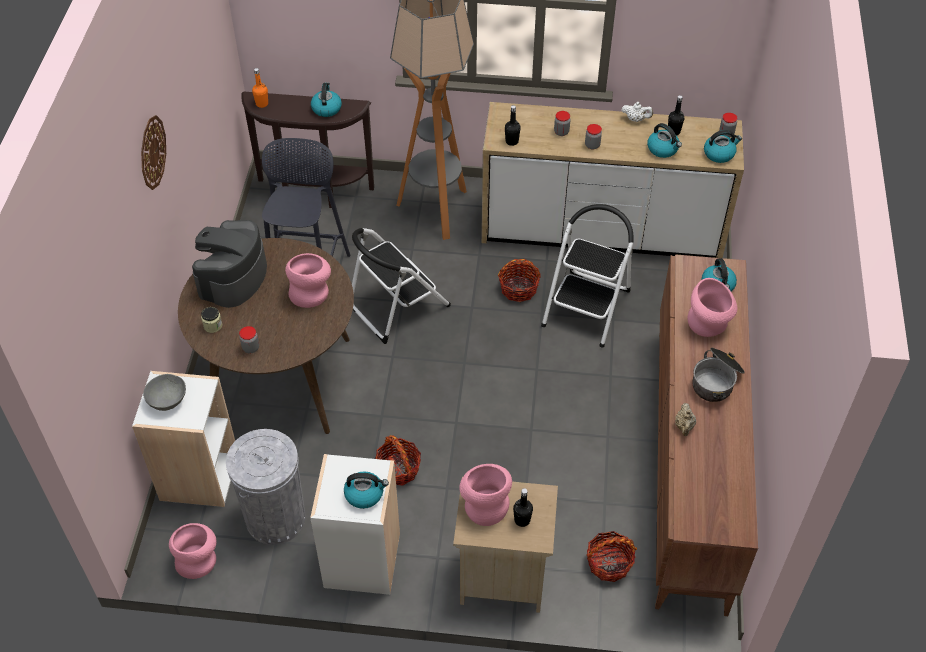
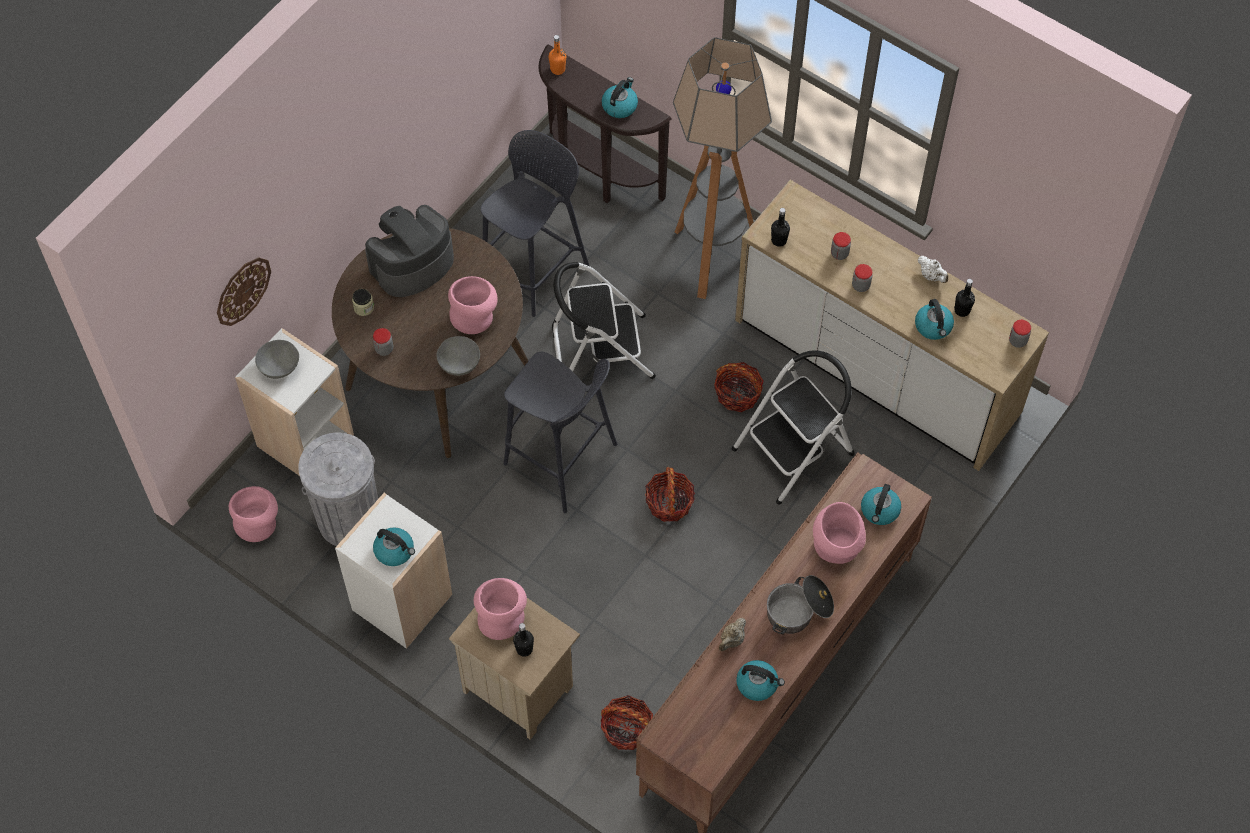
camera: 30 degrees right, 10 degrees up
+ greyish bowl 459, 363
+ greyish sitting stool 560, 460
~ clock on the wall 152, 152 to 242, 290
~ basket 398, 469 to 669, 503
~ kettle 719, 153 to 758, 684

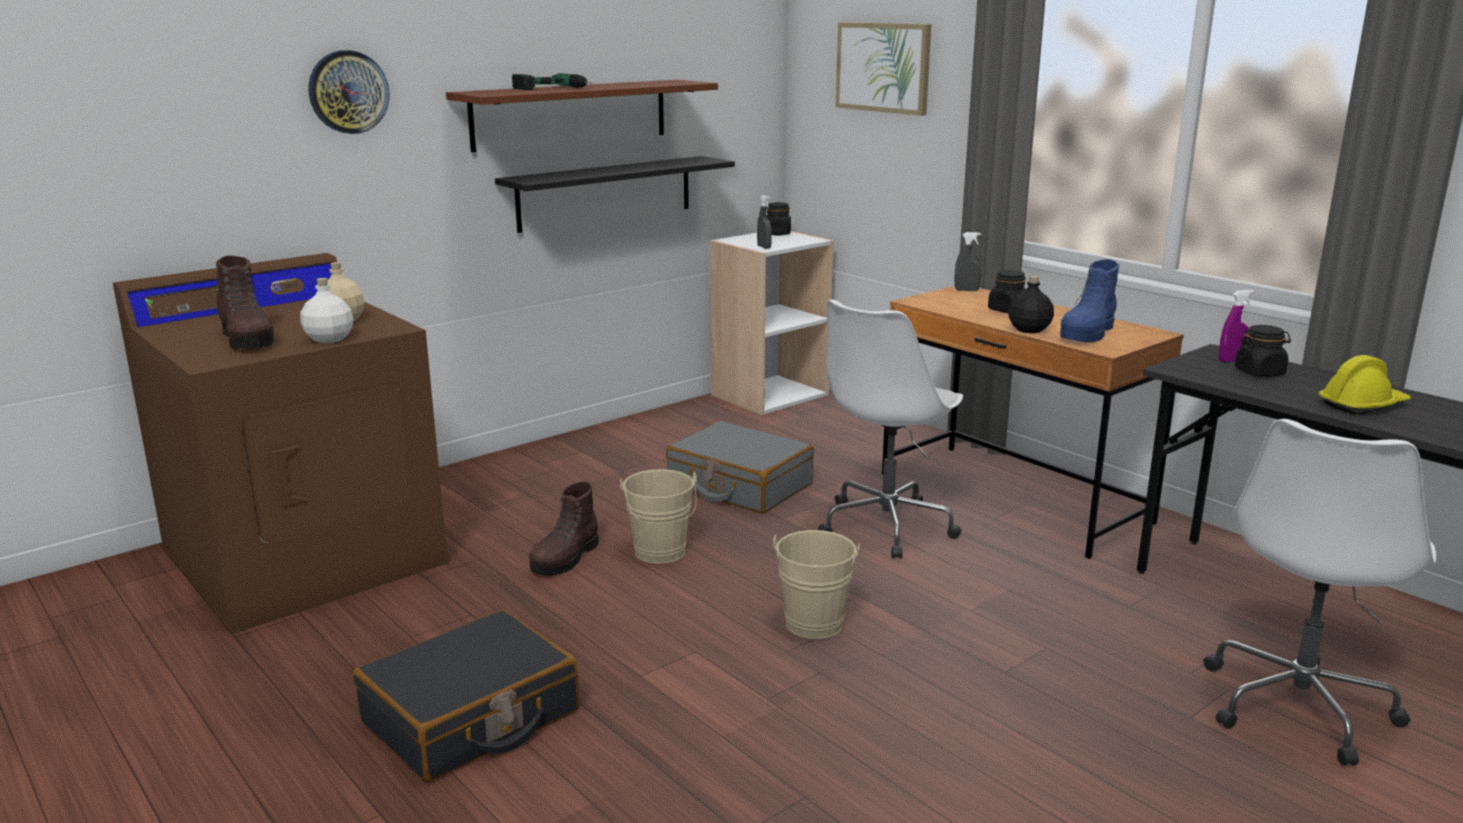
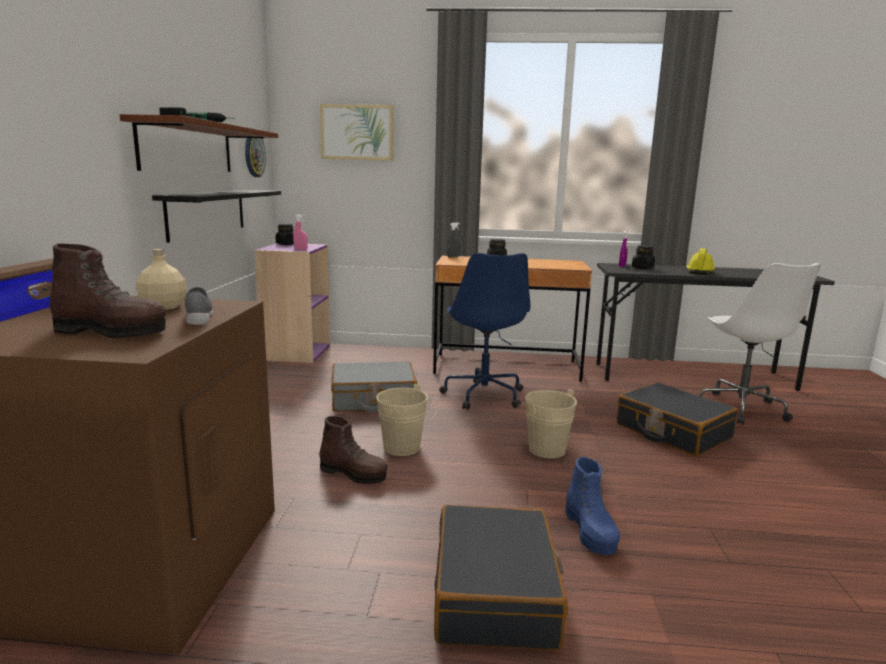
camera: 45 degrees left, 5 degrees down
- black-coloured drink bottle 1028, 329
+ black-coloured suitcase 672, 432
~ clock on the wall 348, 92 to 254, 154
~ blue high-top boot 1087, 334 to 590, 532
~ whitish drink bottle 328, 339 to greyish low shoe 199, 318
~ whitish bookshelf 770, 394 to purple bookshelf 296, 352
~ greyish hand sprayer 764, 247 to pink-coloured hand sprayer 300, 249
~ whitish desk chair 884, 528 to blue desk chair 484, 396
~ brownish high-top boot 565, 559 = 353, 473 45 degrees counterclockwise

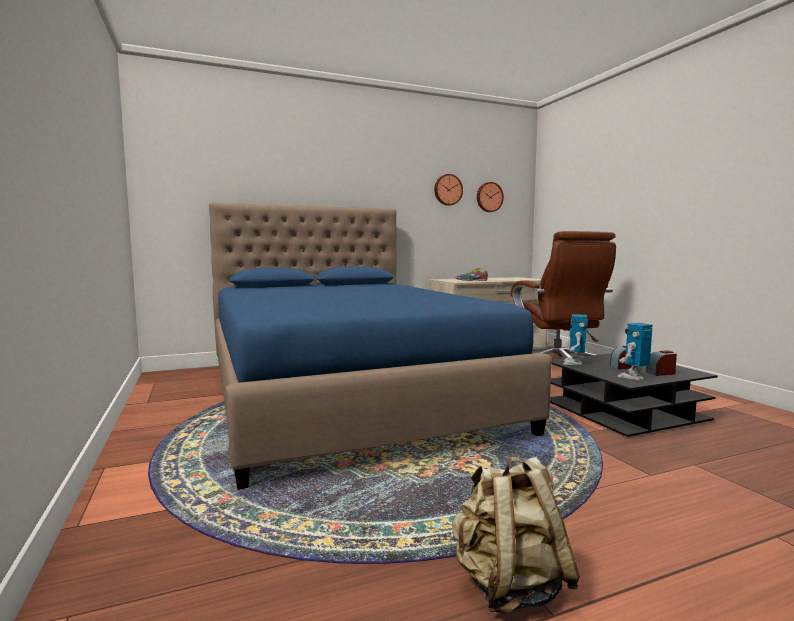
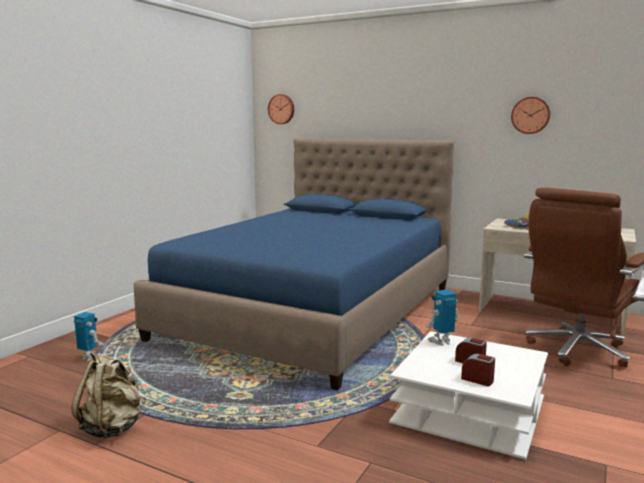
camera: 50 degrees right, 5 degrees up
~ clock on the wall 489, 197 to 281, 109
~ toy robot 633, 377 to 90, 358
~ black-coloured lounge table 623, 411 to whitish lounge table 469, 410

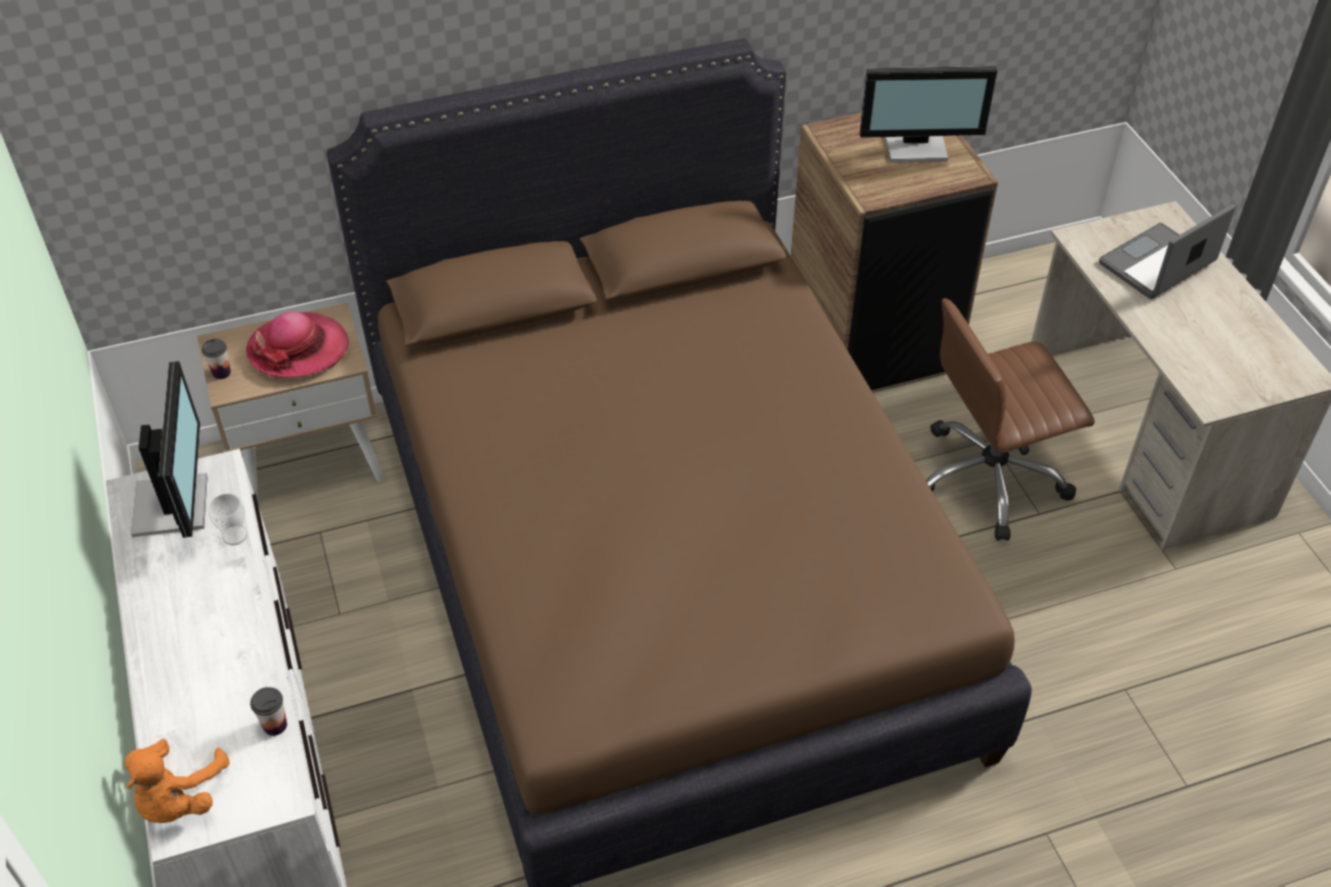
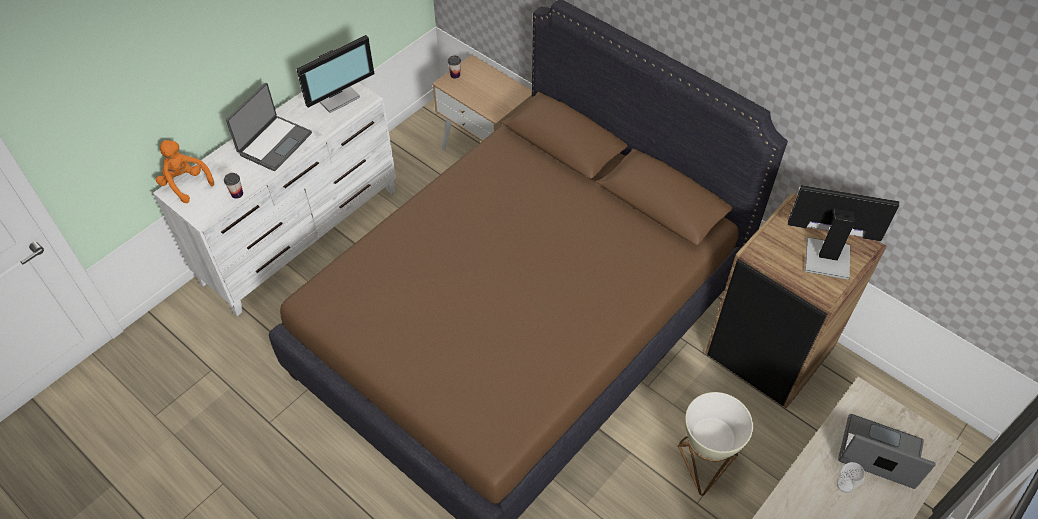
camera: 60 degrees right, 5 degrees up
- hat 298, 349
+ notebook computer 274, 143
~ drinking cup 235, 535 to 845, 485
~ brownish desk chair 989, 479 to planter 704, 462
~ orange soft toy 178, 798 = 185, 184 60 degrees clockwise
~ computer display 916, 146 = 826, 256 135 degrees clockwise

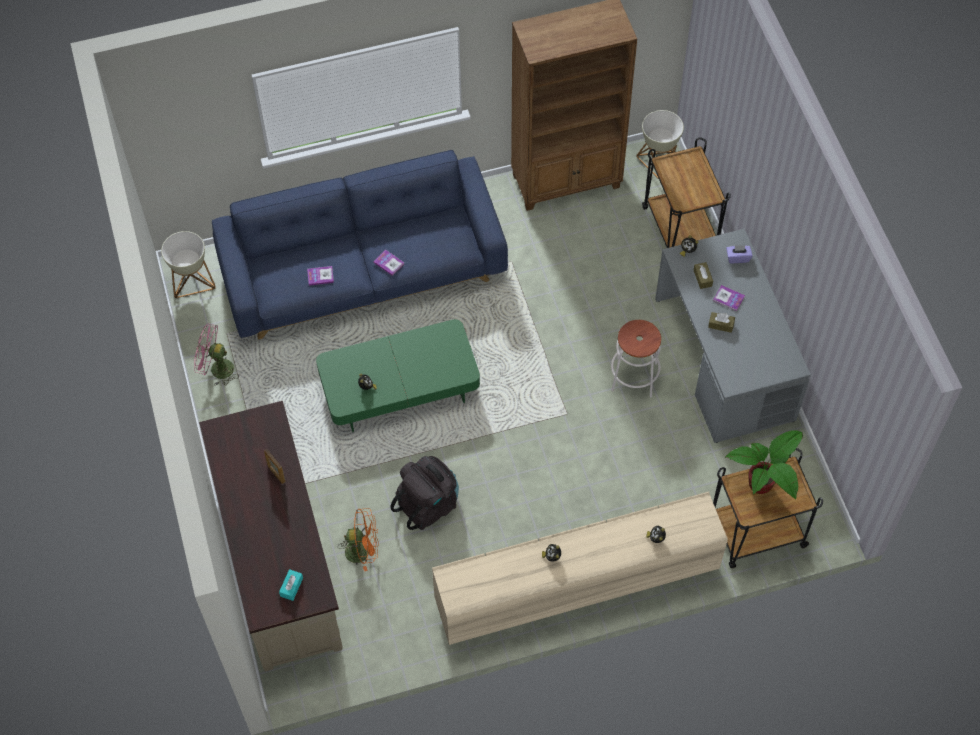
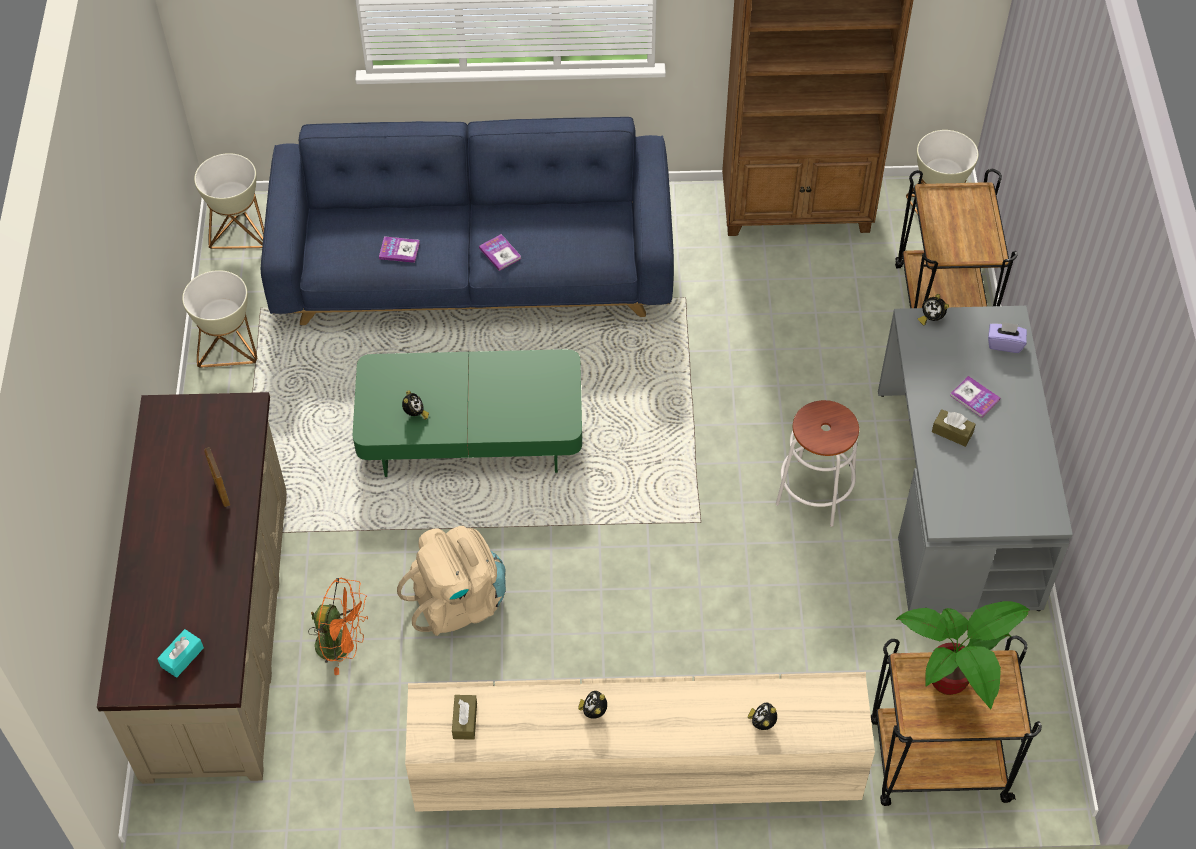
camera: 15 degrees right, 5 degrees down
~ brownish tissue holder 702, 278 to 465, 721
~ pink-coloured cooling fan 216, 369 to planter 229, 351
~ black-coloured backpack 428, 504 to sand-coloured backpack 458, 602

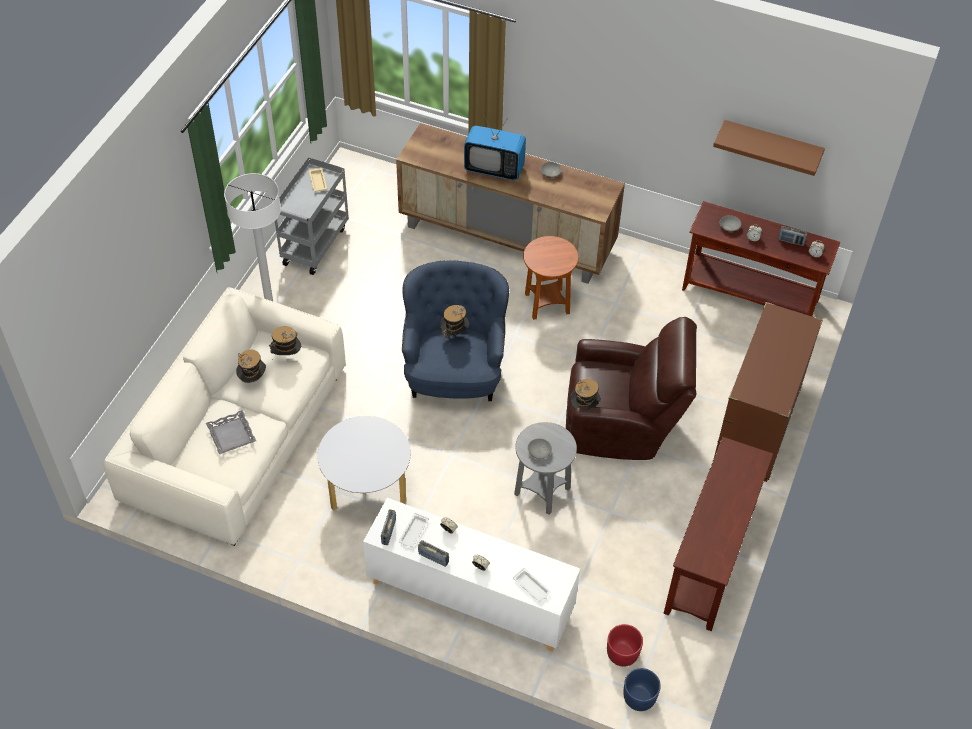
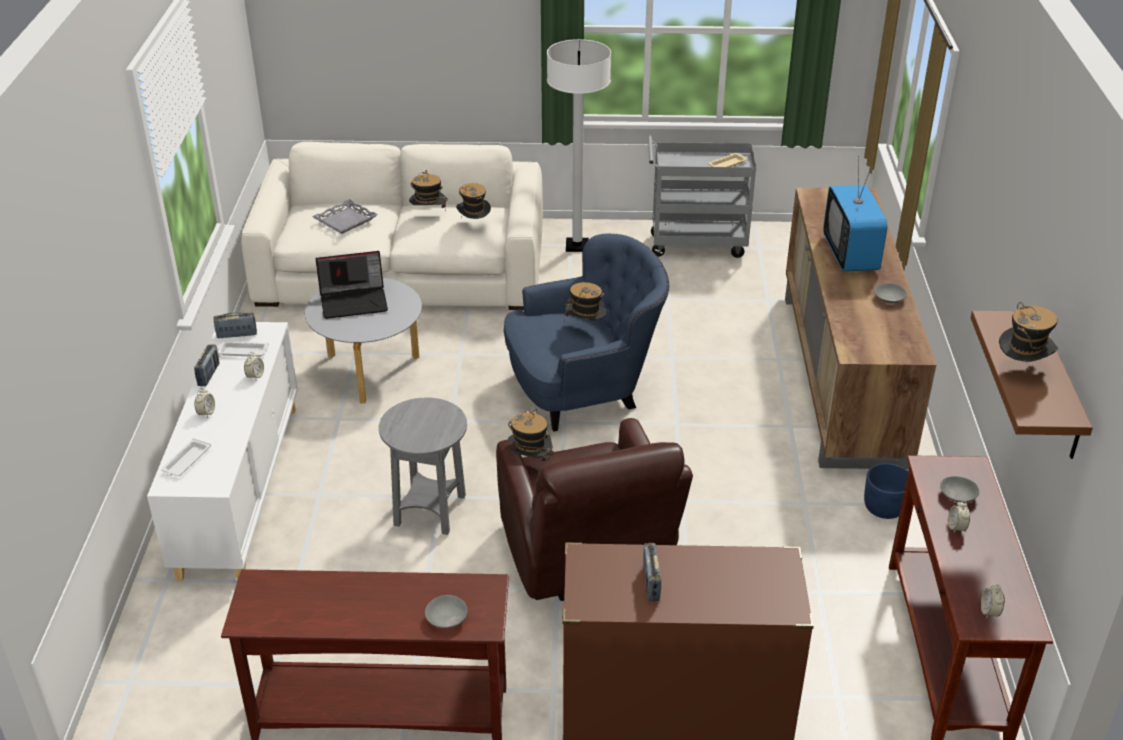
camera: 70 degrees right, 15 degrees down
- brownish accent table 547, 303
- reddish planter 622, 654
+ notebook computer 354, 301
+ hat 1021, 369
~ greyish bowl 539, 452 to 446, 619
~ blue planter 639, 698 to 884, 508
~ radio receiver 791, 241 to 651, 583

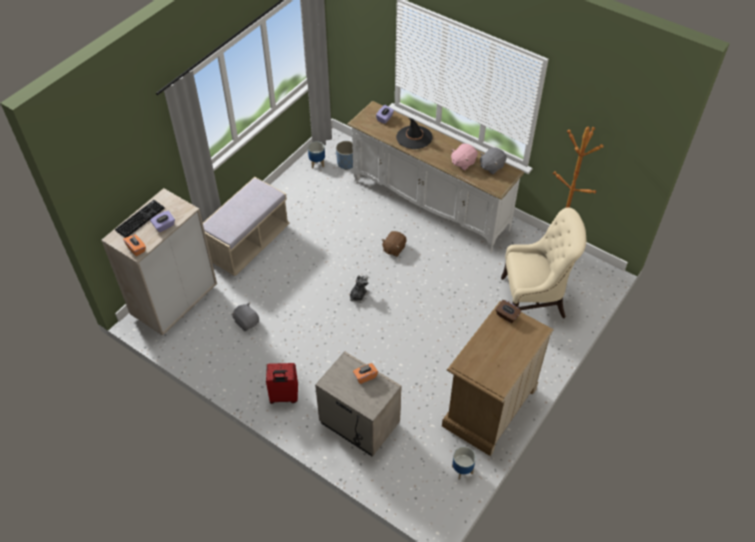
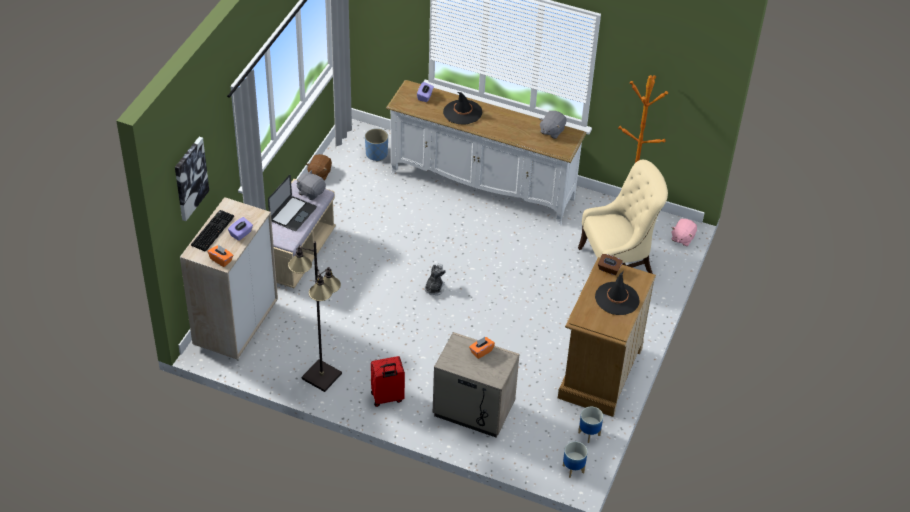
camera: 15 degrees left, 5 degrees down
+ wall picture 190, 178
+ notebook computer 293, 213
+ black-coloured standing lamp 321, 376
+ black-coloured hat 617, 299
~ greyish soft toy 247, 322 to 311, 192
~ planter 317, 163 to 573, 469
~ brownish soft toy 393, 249 to 319, 173
~ pink-coloured soft toy 463, 162 to 682, 238

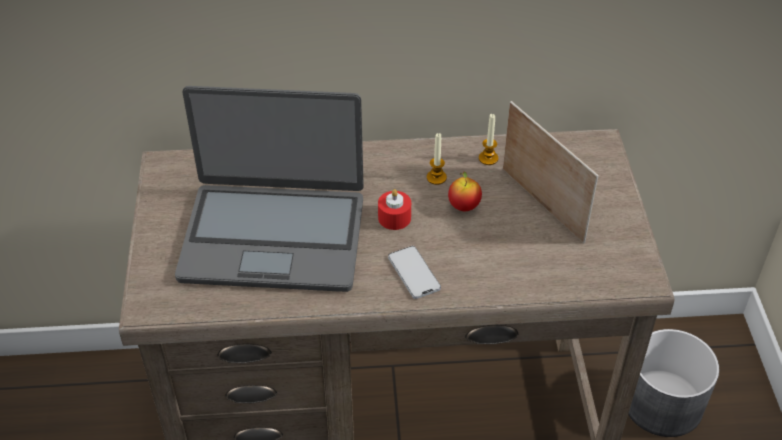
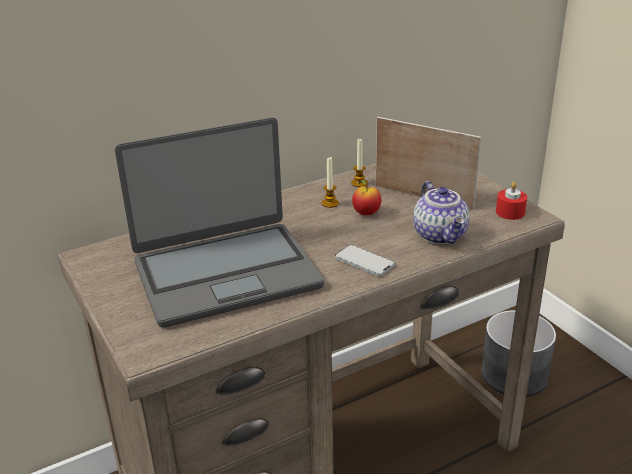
camera: 25 degrees left, 15 degrees down
+ tea pot 441, 235
~ reddish wax light 394, 217 to 510, 212

